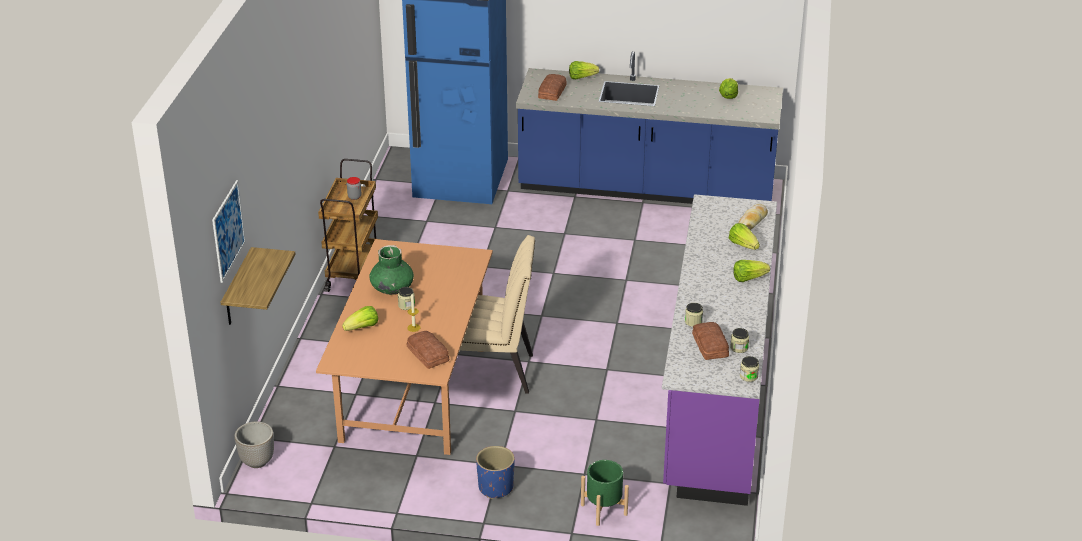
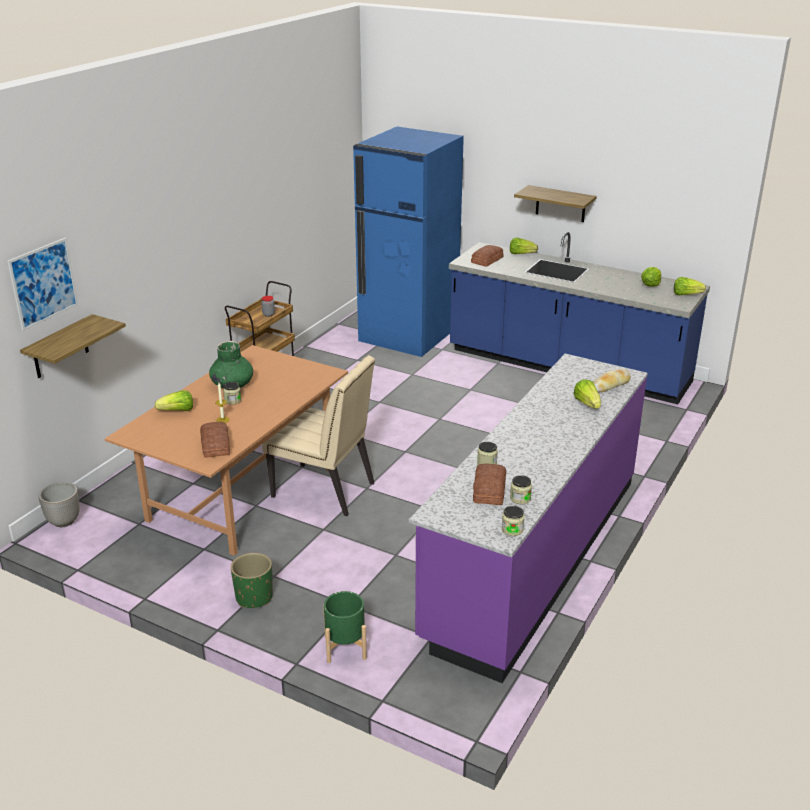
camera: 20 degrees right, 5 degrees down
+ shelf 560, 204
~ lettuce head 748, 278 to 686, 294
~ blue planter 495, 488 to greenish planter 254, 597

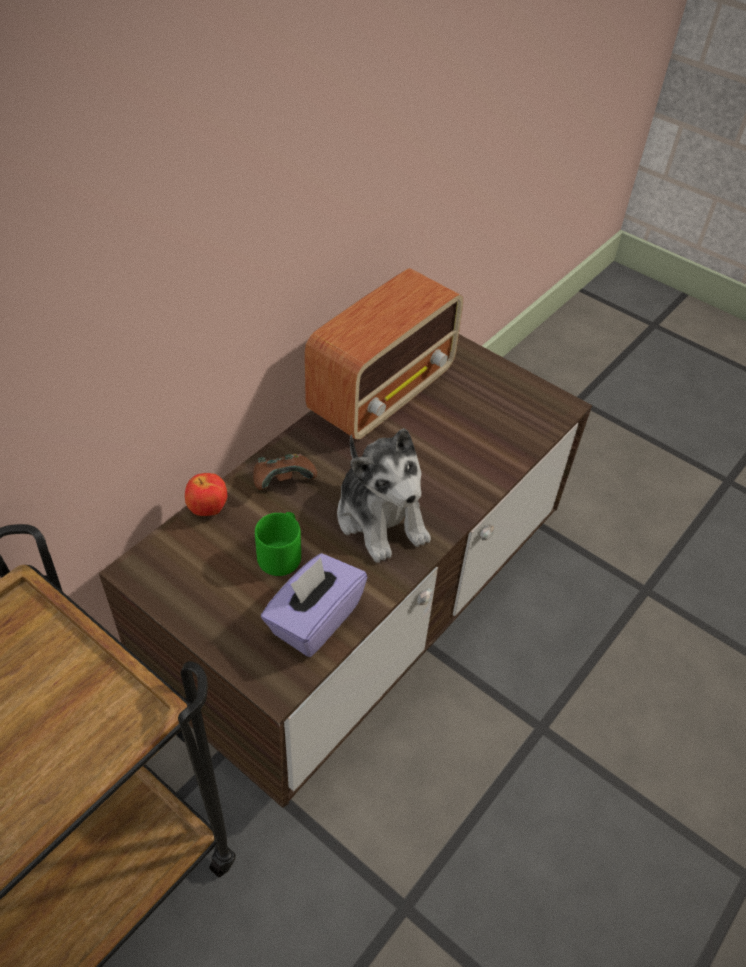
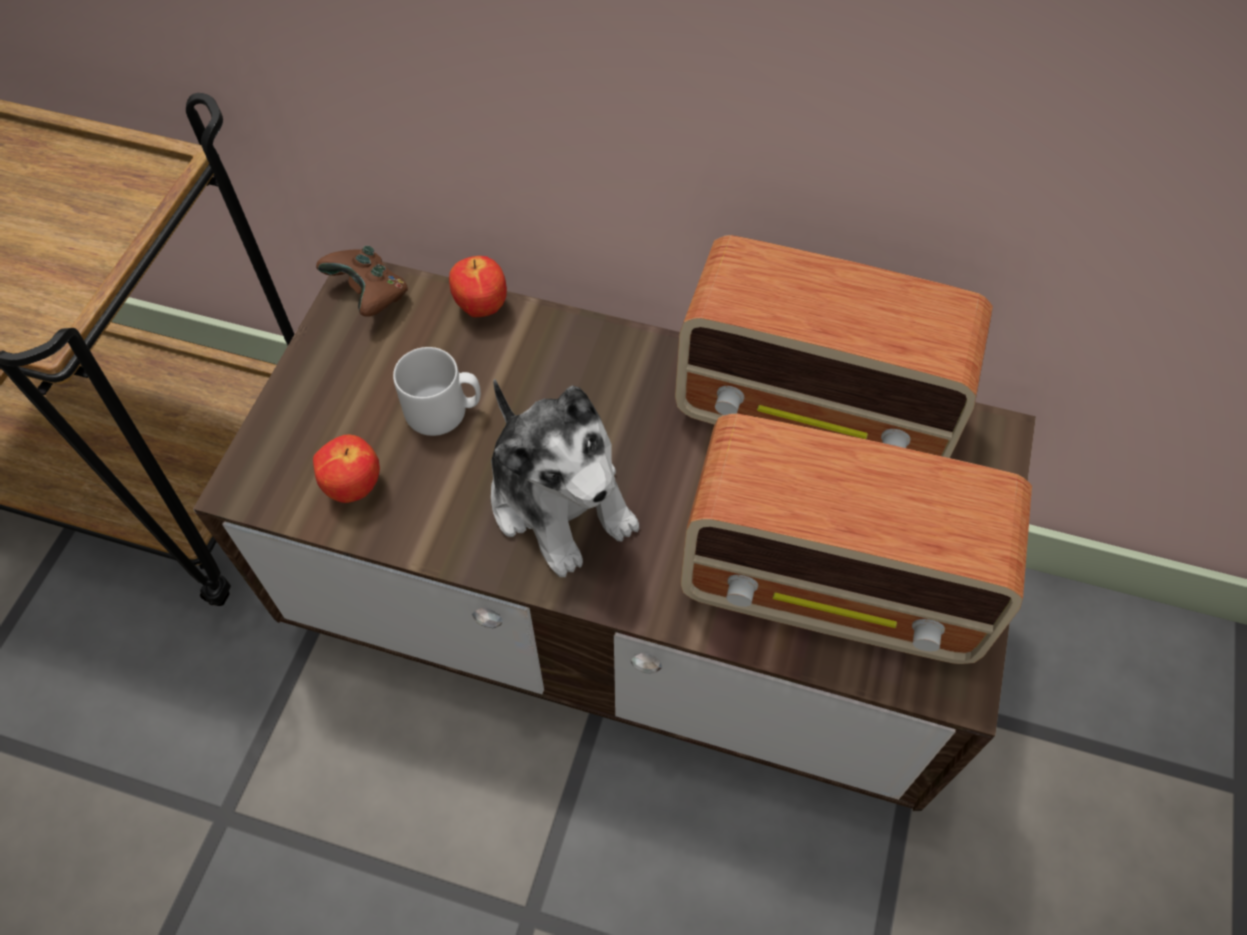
camera: 70 degrees right, 10 degrees up
+ radio receiver 834, 588
~ brownish joypad 283, 481 to 370, 295
~ purple tissue holder 314, 619 to whole apple 354, 486
~ greenish coffee mug 281, 554 to greyish coffee mug 444, 411
~ soft toy 381, 518 = 560, 500 75 degrees counterclockwise

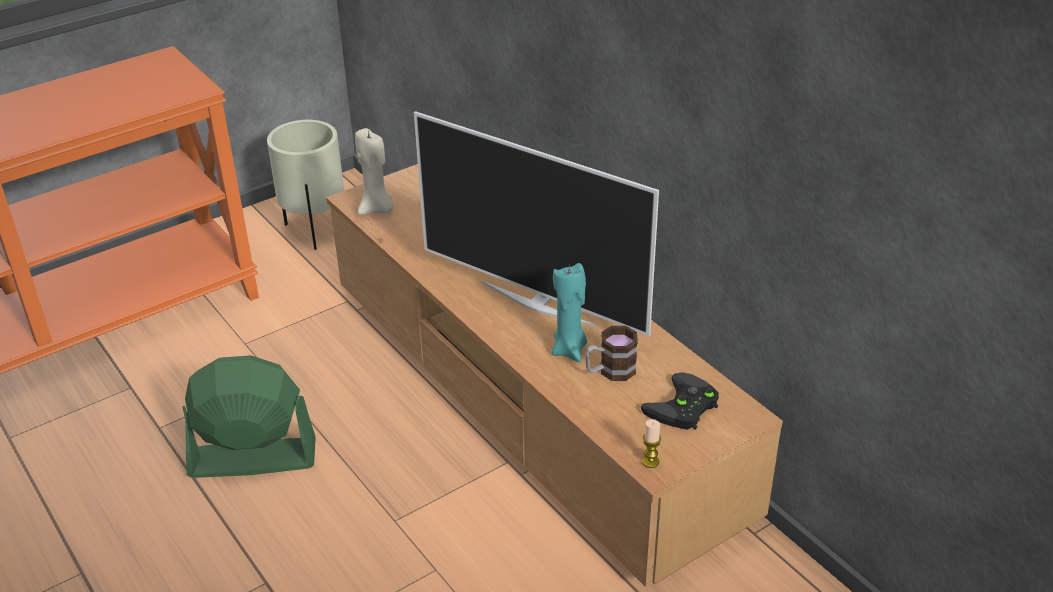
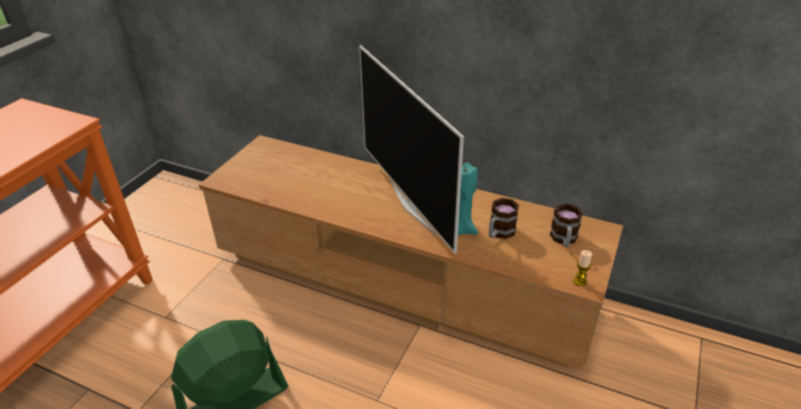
camera: 30 degrees left, 0 degrees up
- sand-coloured planter 316, 231
- sand-coloured wax light 377, 209
~ black-coloured joypad 683, 408 to coffee mug 564, 240
~ TV 538, 302 = 413, 206 60 degrees clockwise

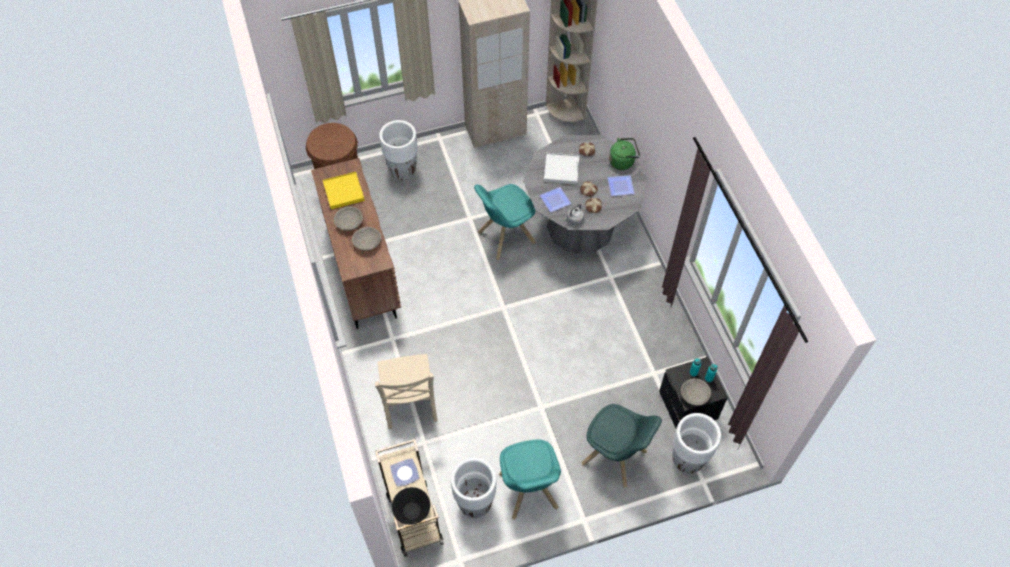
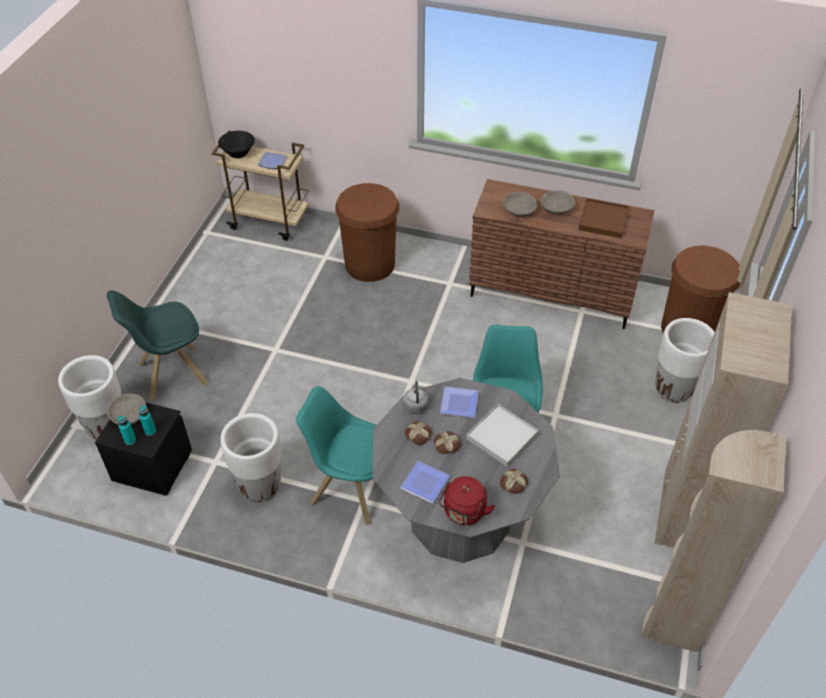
camera: 125 degrees right, 10 degrees down
~ whitish planter 475, 503 to 260, 486
~ turquoise upright chair 529, 491 to 350, 489
~ sand-coloured upright chair 409, 404 to brownish waste bin 369, 264
~ yellowish tray 344, 192 to brownish tray 603, 220
~ greenish kettle 623, 161 to reddish kettle 464, 513

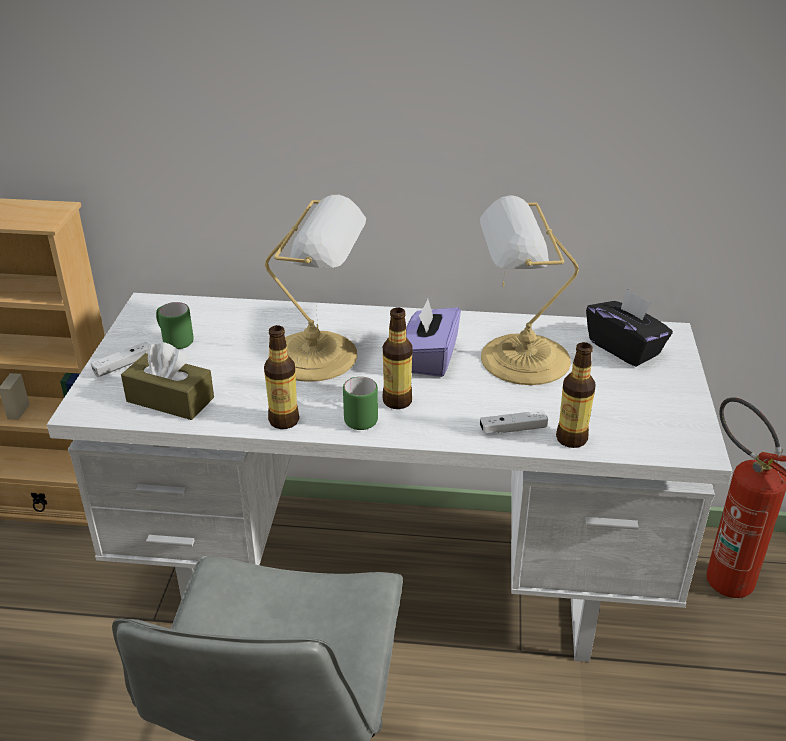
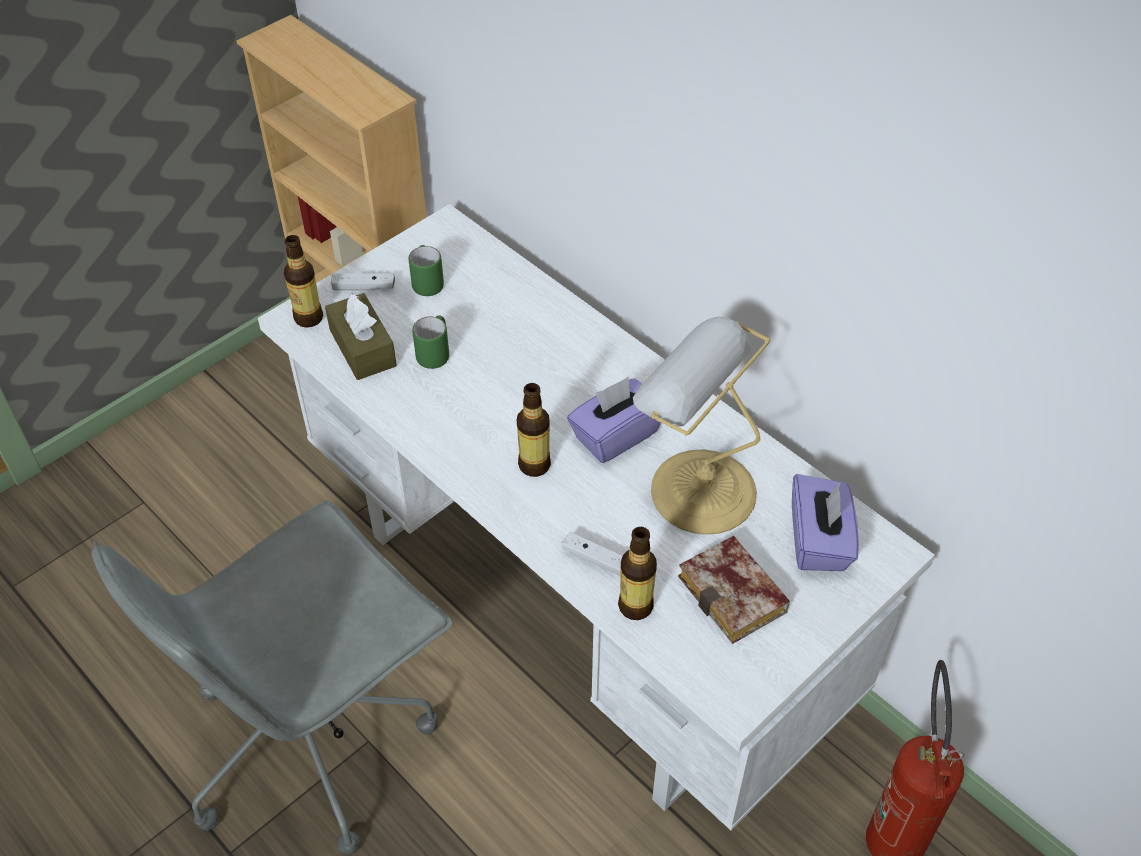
camera: 40 degrees right, 15 degrees up
- table lamp 318, 356
+ volume 737, 596
~ drink bottle 284, 420 to 309, 318
~ greenish coffee mug 358, 417 to 435, 353
~ black-coloured tissue holder 624, 348 to purple tissue holder 819, 541

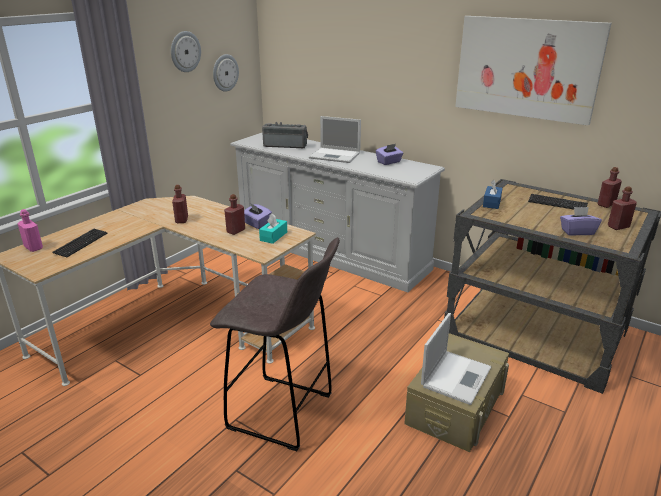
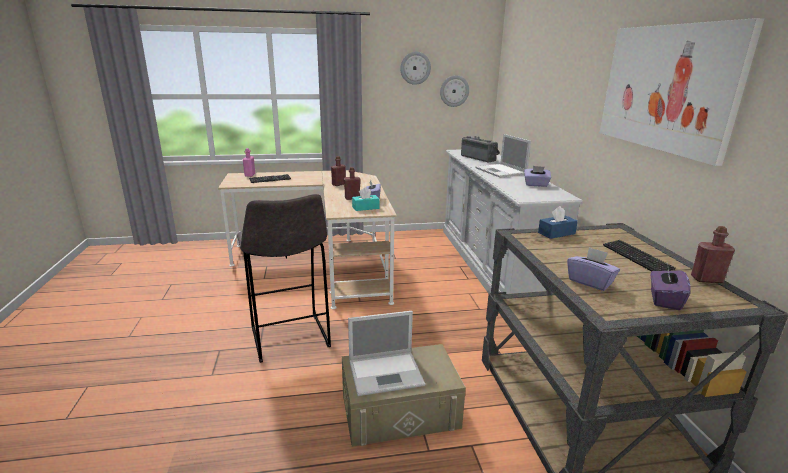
camera: 45 degrees right, 5 degrees down
~ reddish drink bottle 618, 227 to purple tissue holder 664, 299

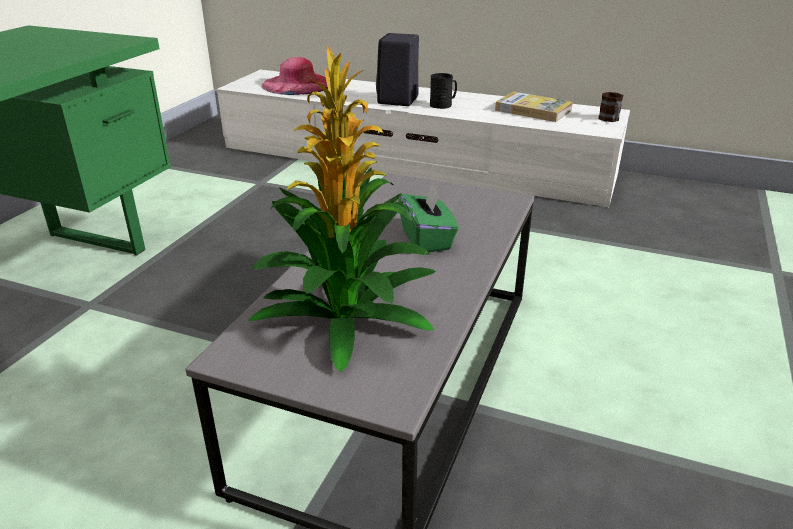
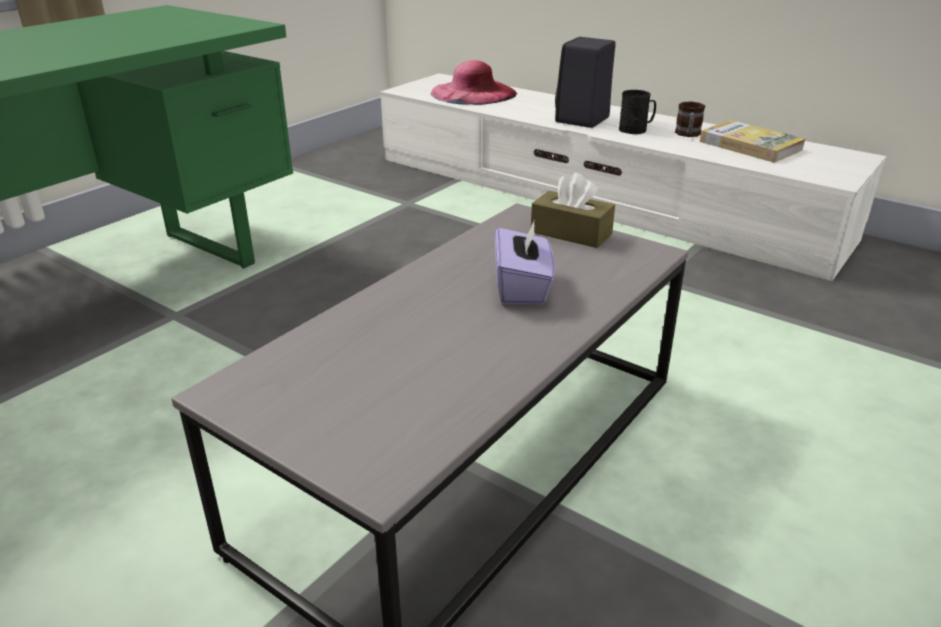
camera: 15 degrees right, 0 degrees up
- plant in a pot 348, 319
+ brownish tissue holder 571, 233
~ coffee mug 610, 120 to 688, 134
~ greenish tissue holder 427, 239 to purple tissue holder 522, 288

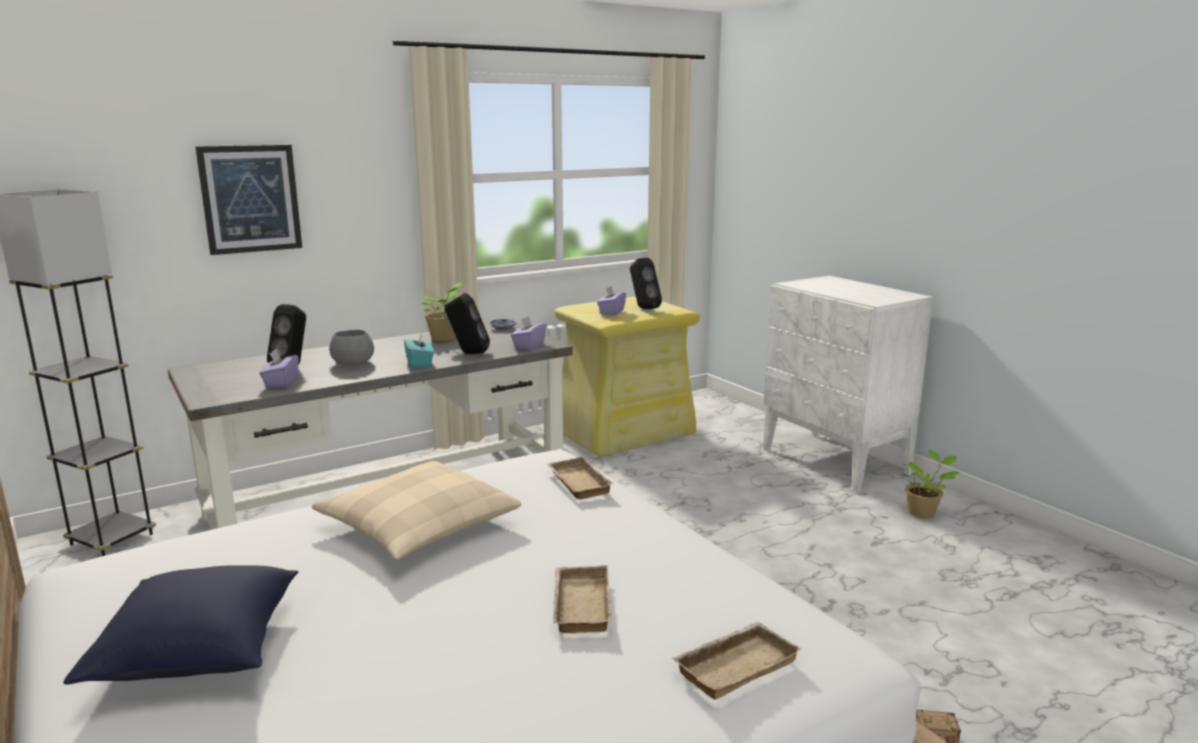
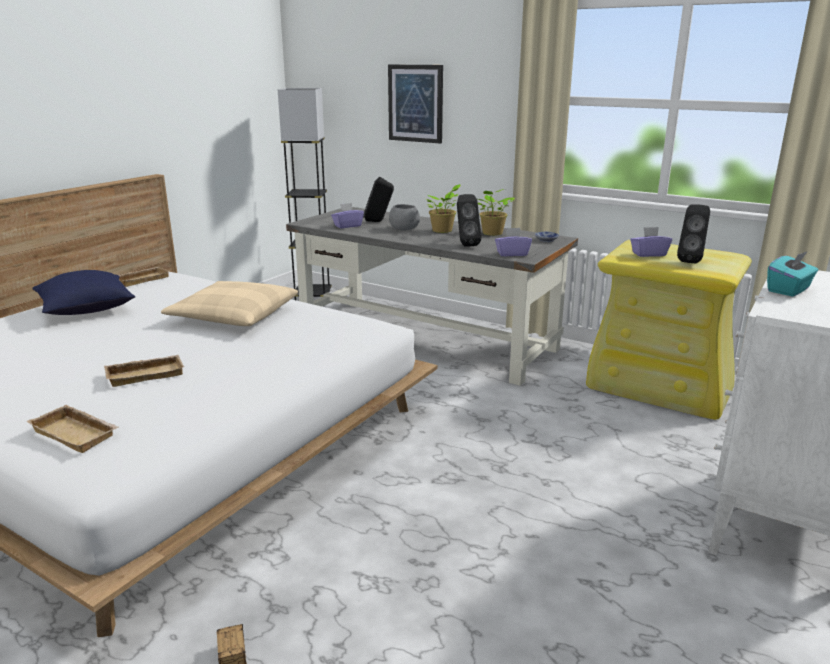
camera: 65 degrees right, 5 degrees up
~ turquoise tissue holder 420, 363 to 789, 290
~ sand-coloured tray 576, 483 to 141, 279
~ plant in a pot 923, 513 to 443, 231

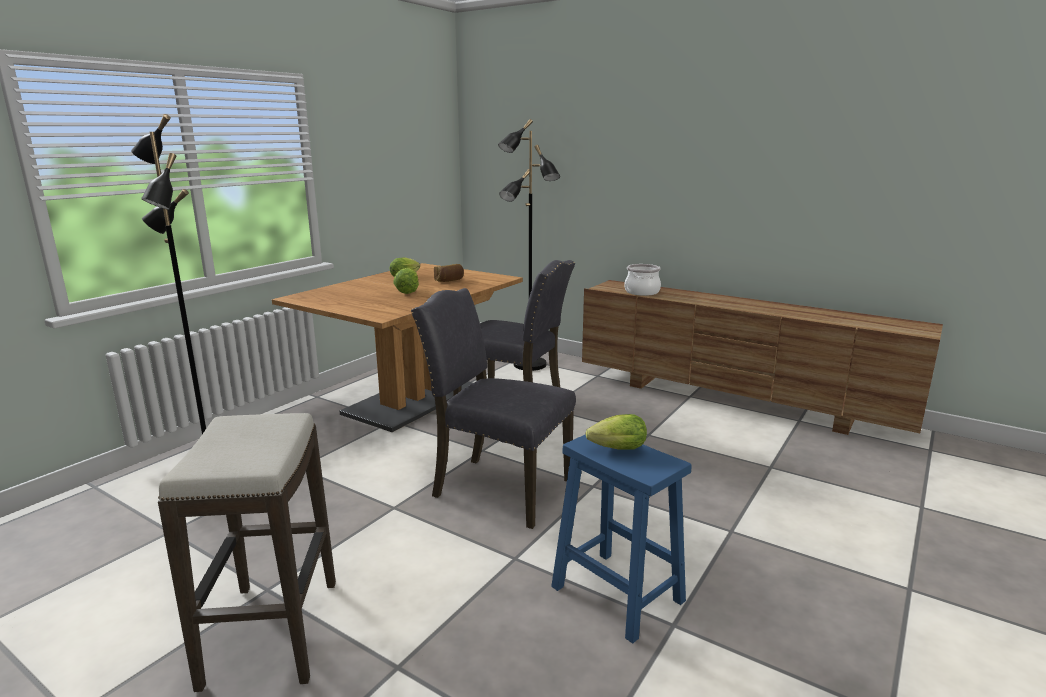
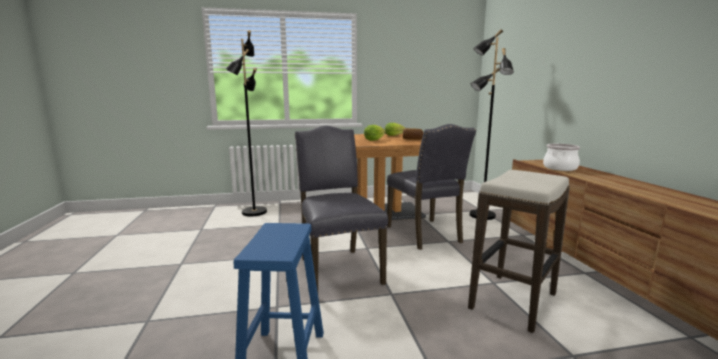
camera: 45 degrees right, 5 degrees down
- lettuce head 614, 449
~ sitting stool 272, 632 to 513, 301

